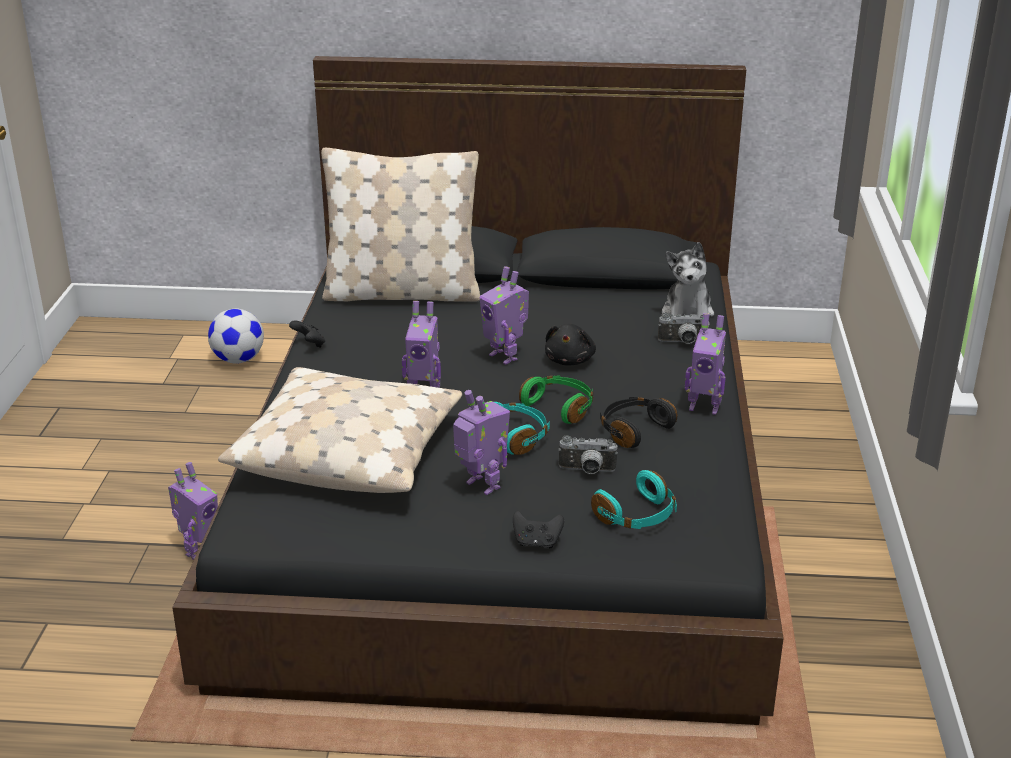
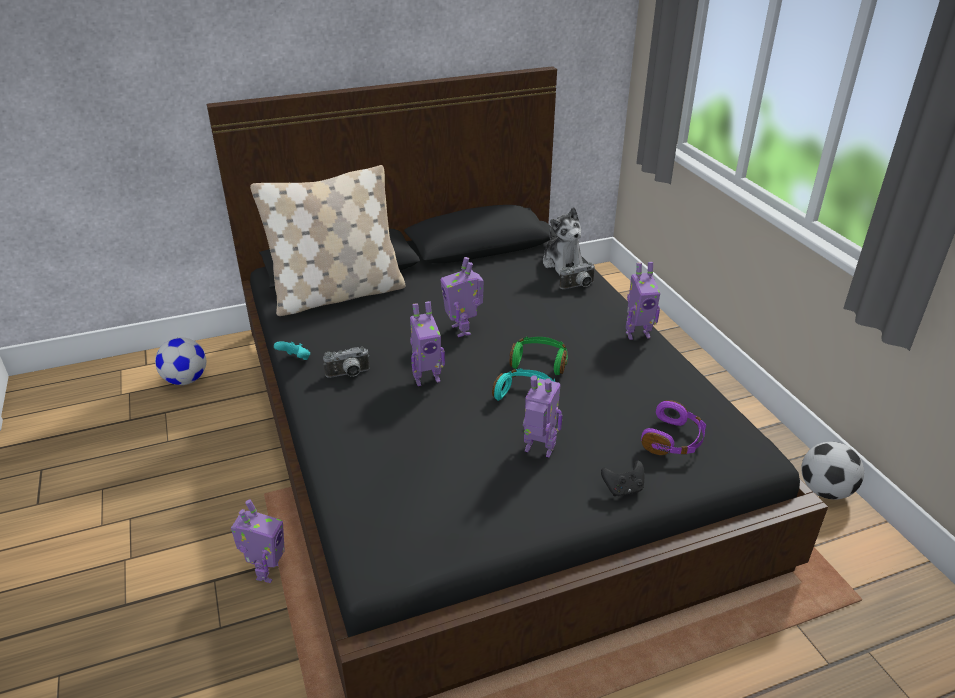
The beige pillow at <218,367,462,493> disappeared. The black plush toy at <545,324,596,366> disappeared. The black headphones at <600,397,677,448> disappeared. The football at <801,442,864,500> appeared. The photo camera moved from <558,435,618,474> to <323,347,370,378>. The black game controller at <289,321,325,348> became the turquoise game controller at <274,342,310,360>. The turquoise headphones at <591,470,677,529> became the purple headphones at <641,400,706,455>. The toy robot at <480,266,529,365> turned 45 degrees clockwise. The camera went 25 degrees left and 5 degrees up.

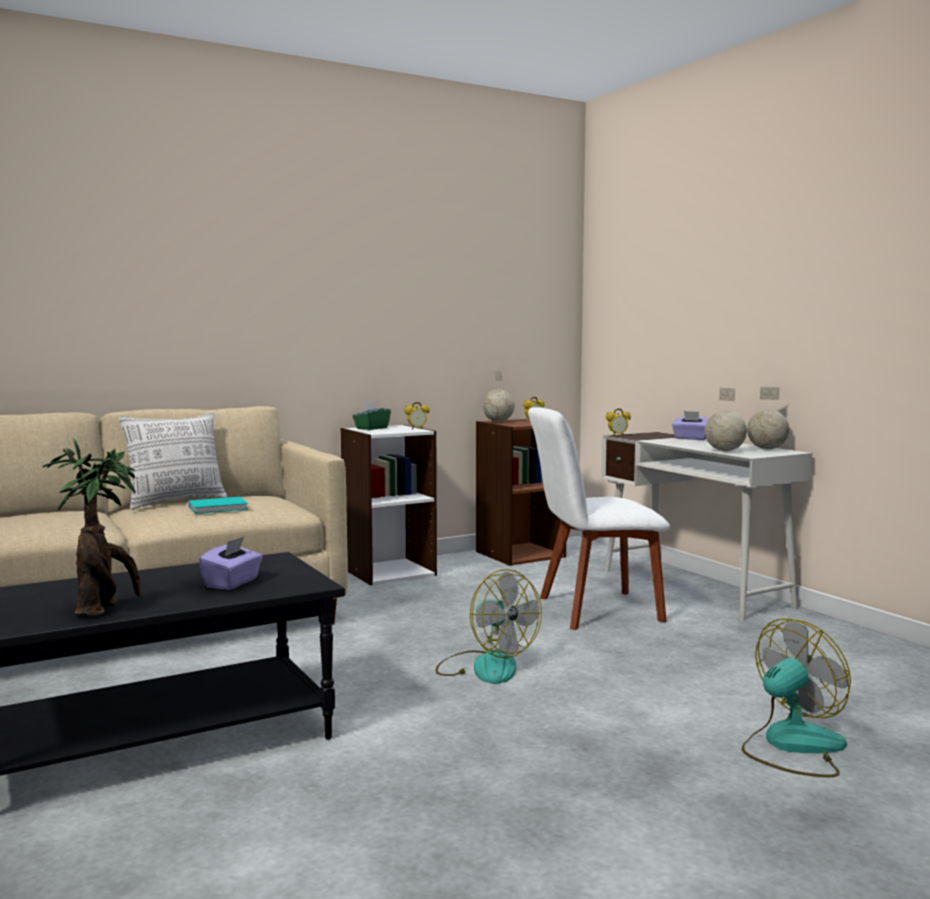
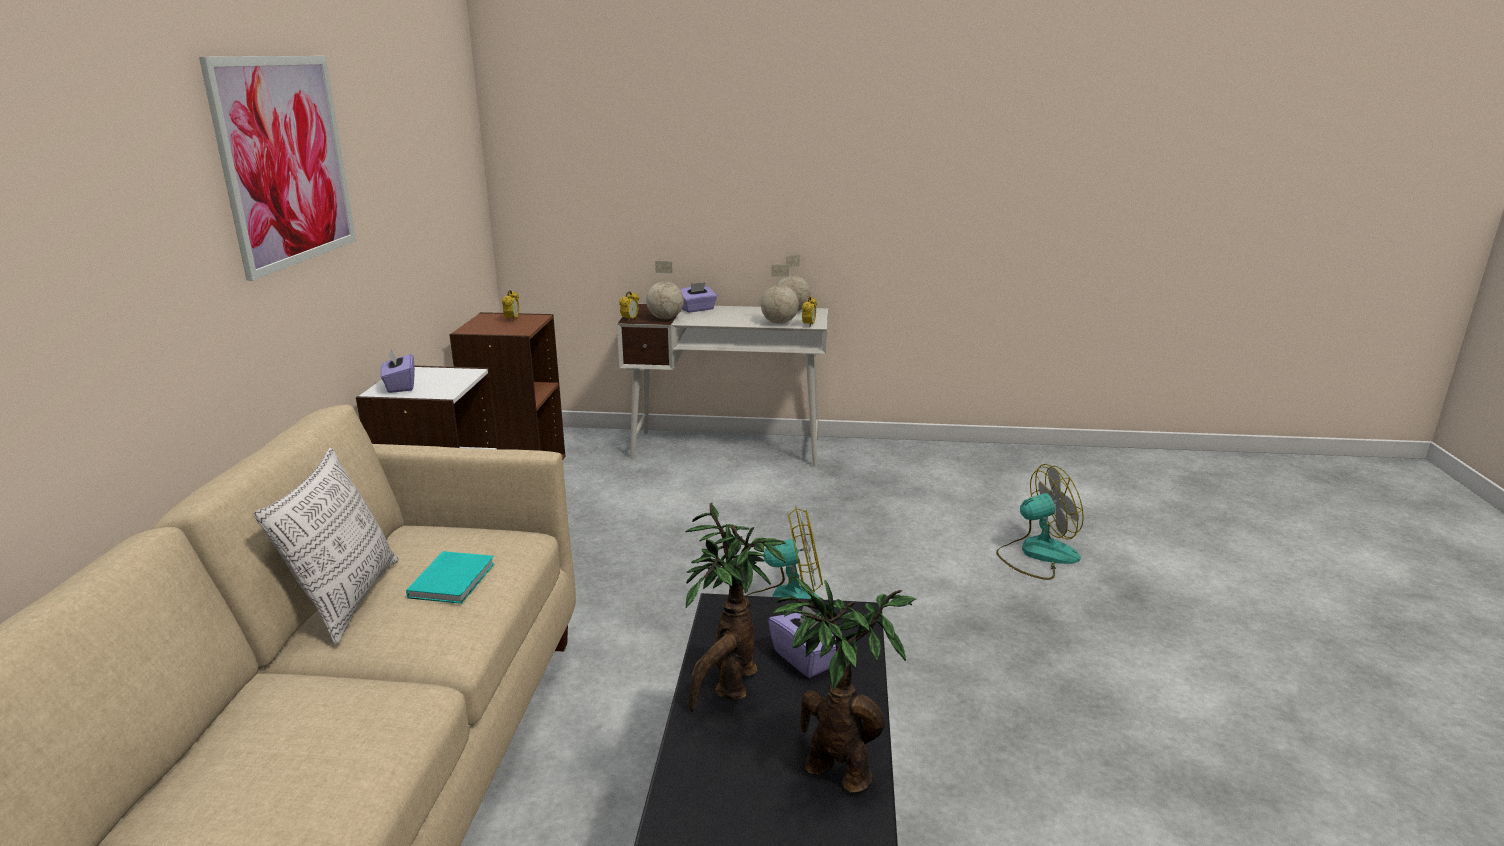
The white chair at <528,407,670,630> disappeared. The picture at <199,56,356,281> appeared. The potted plant at <685,502,786,712> appeared. The alarm clock moved from <404,402,429,430> to <802,296,817,327>. The globe moved from <482,371,515,422> to <646,261,684,319>. The green tissue box at <353,401,391,430> became the purple tissue box at <380,349,415,393>. The fan at <742,618,851,777> turned 75 degrees clockwise. The camera went 55 degrees left and 15 degrees up.

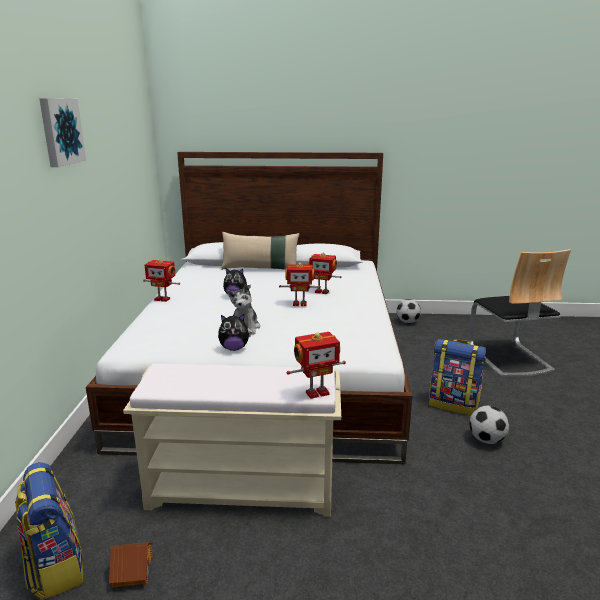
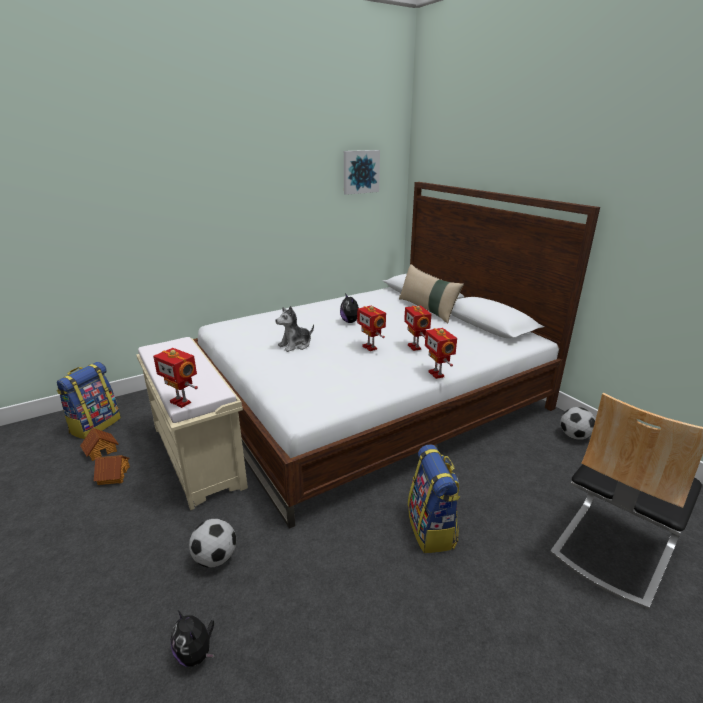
The toy house at <94,455,130,485> appeared. The picture moved from <39,98,86,167> to <344,150,380,195>. The toy robot moved from <143,259,180,302> to <425,328,457,379>. The plush toy moved from <218,314,251,351> to <171,610,215,667>. The football moved from <469,406,509,444> to <189,519,236,567>. The camera went 55 degrees right and 5 degrees up.

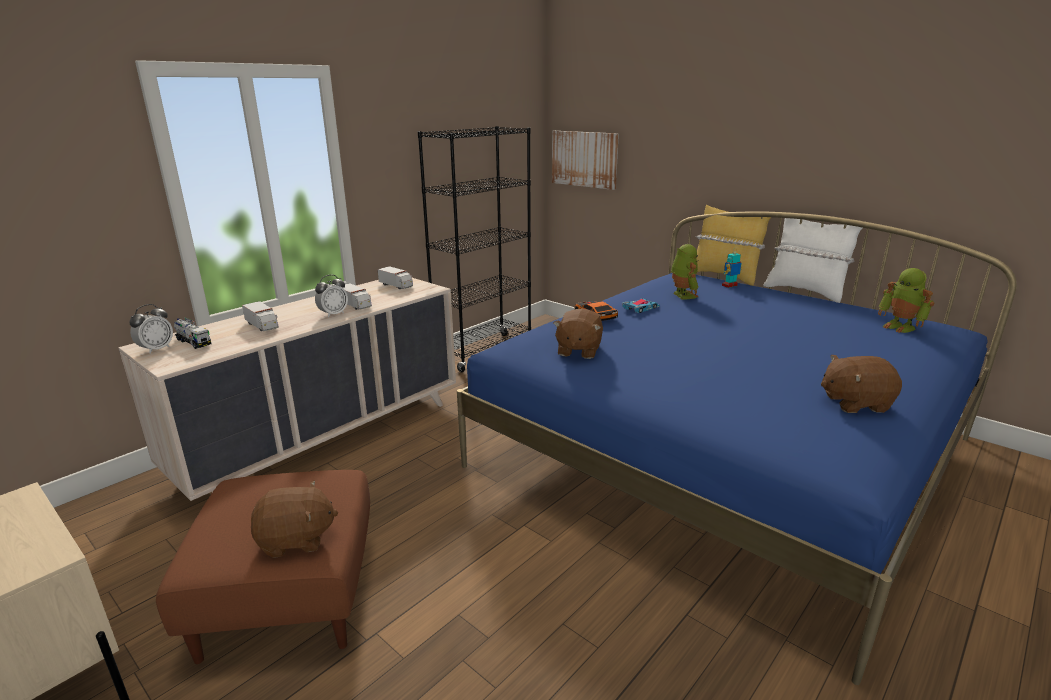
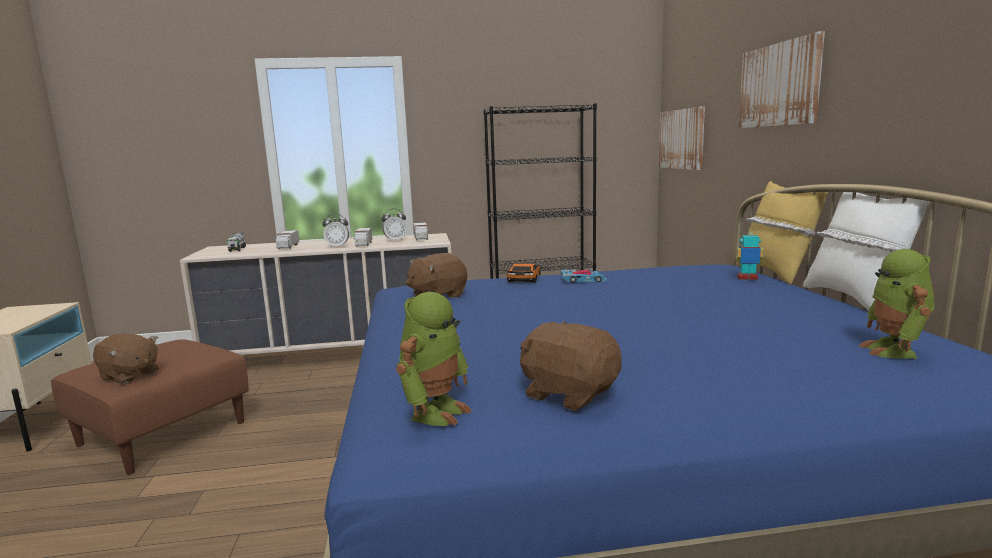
The picture at <739,32,825,128> appeared. The alarm clock moved from <130,304,173,354> to <382,209,407,242>. The toy robot moved from <671,244,699,300> to <396,292,471,426>. The camera went 40 degrees right and 10 degrees down.

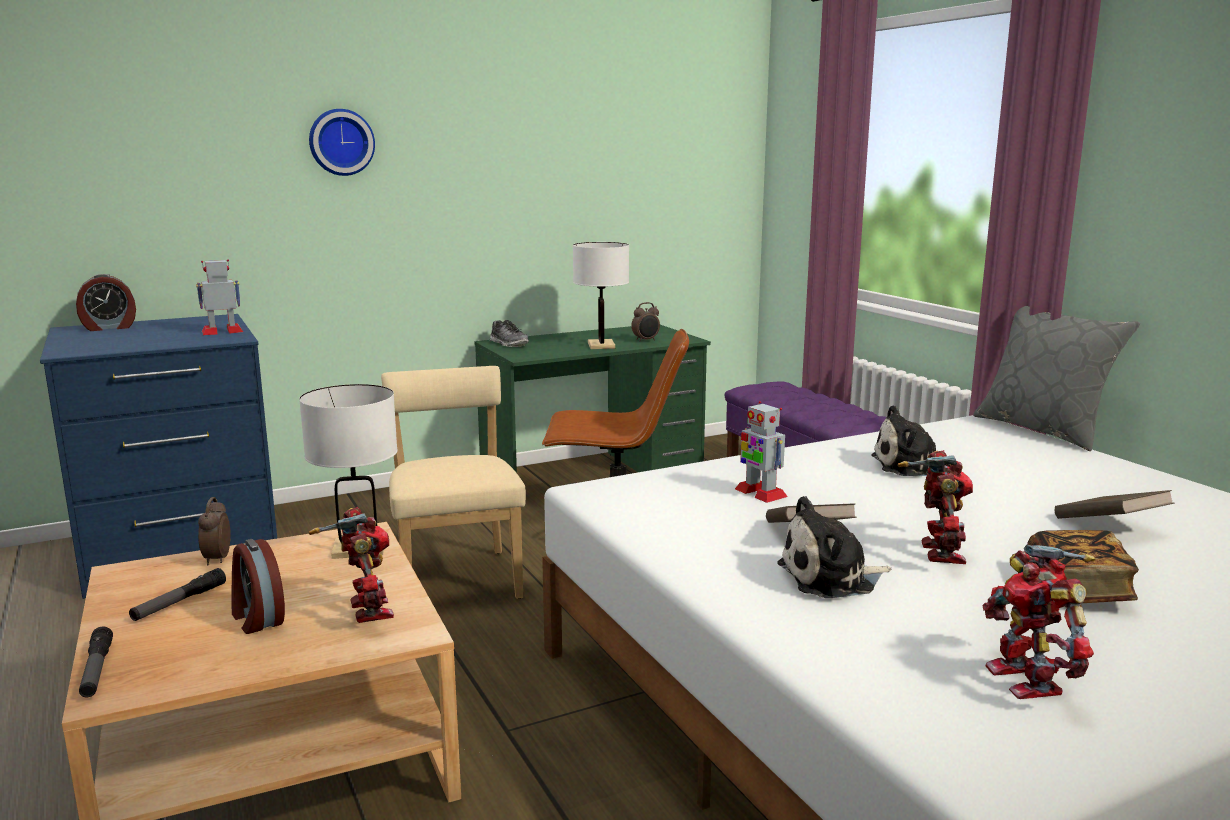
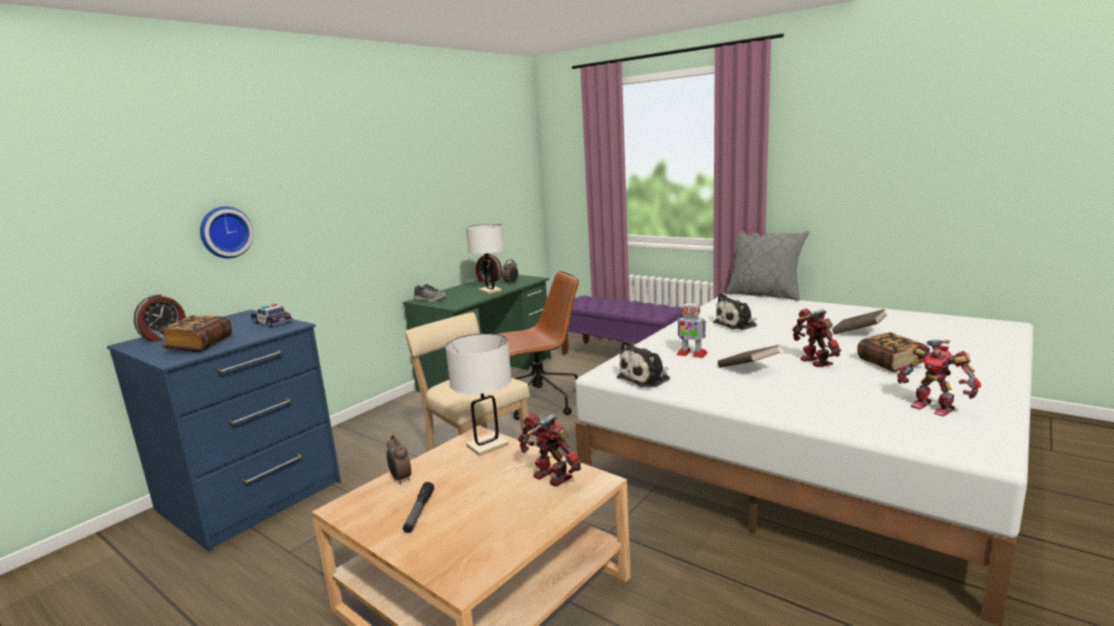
The flashlight at <79,627,113,697> disappeared. The book at <159,315,232,352> appeared. The alarm clock moved from <231,539,285,634> to <476,254,502,282>. The wall clock moved from <309,109,375,176> to <200,206,254,258>. The plush toy moved from <777,496,891,598> to <617,340,670,387>. The toy robot at <196,259,243,335> was replaced by the toy car at <251,304,293,328>. The camera went 25 degrees left and 0 degrees up.

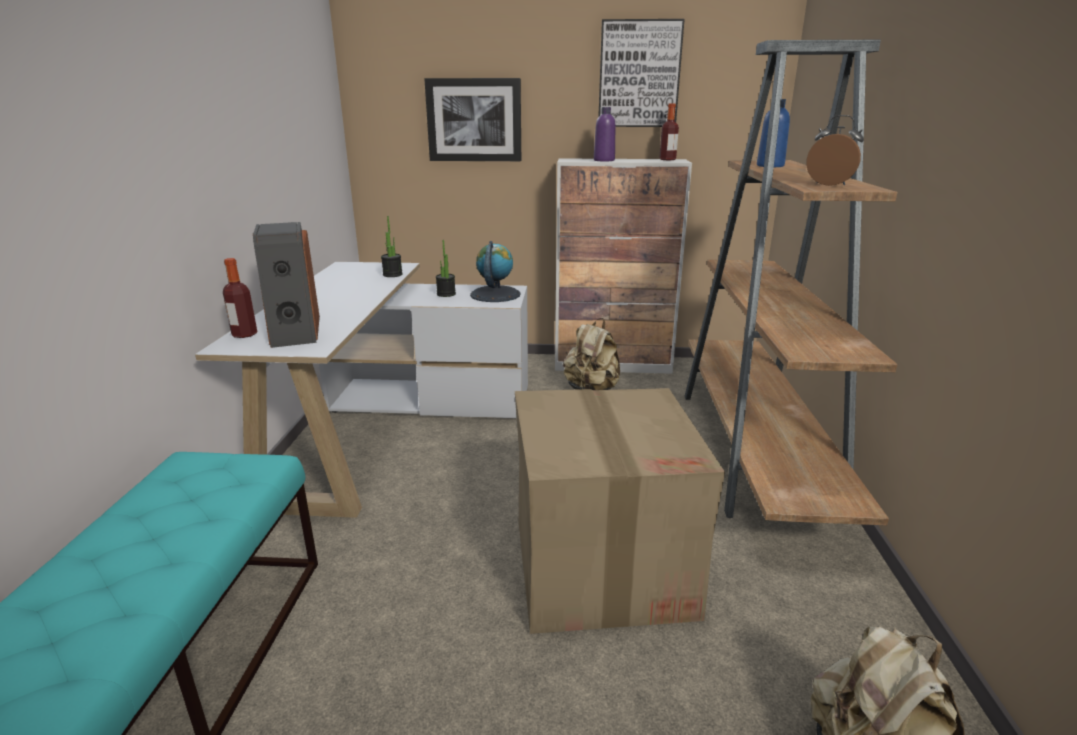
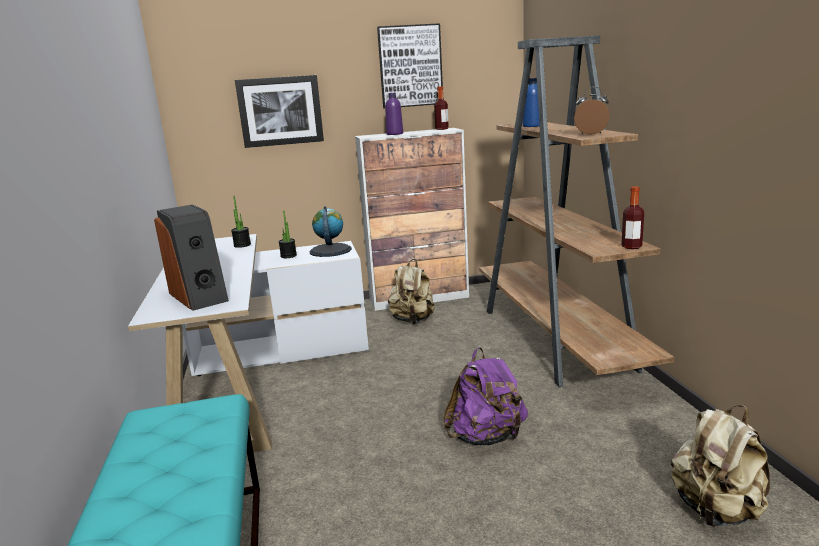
The bottle moved from <223,258,257,338> to <621,186,644,249>. The cardboard box at <515,388,725,634> was replaced by the purple backpack at <443,347,528,446>. The camera went 15 degrees left and 5 degrees down.

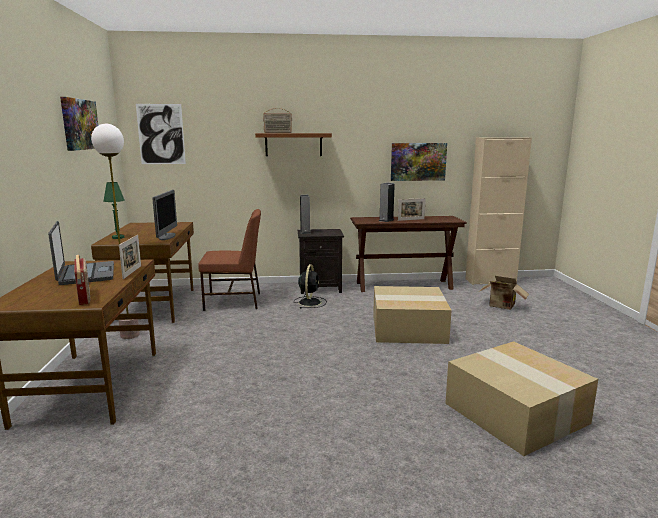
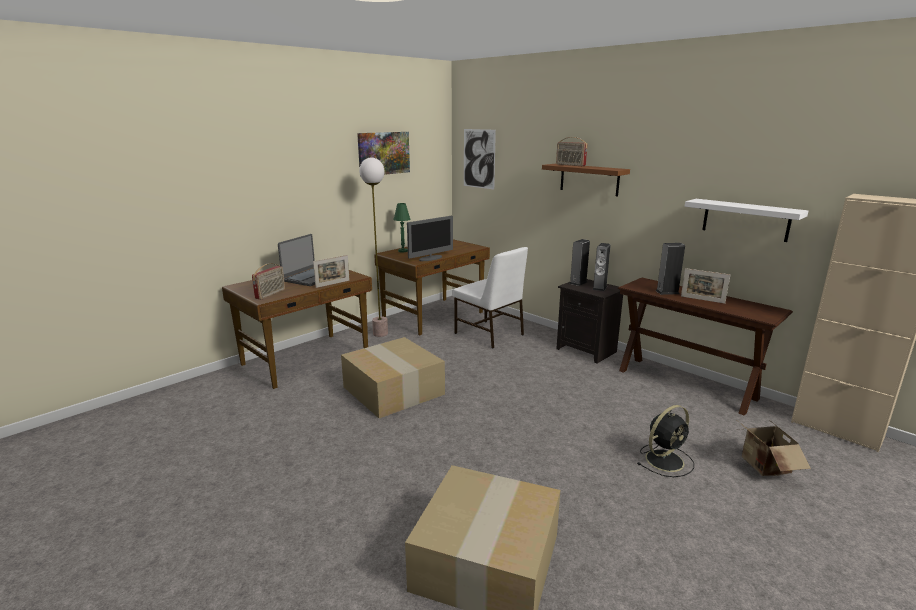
The speaker at <592,243,611,291> appeared. The black fan moved from <294,264,327,308> to <637,405,694,477>. The cardboard box moved from <373,286,452,344> to <341,337,445,418>. The picture at <391,143,447,181> was replaced by the white shelf at <685,199,808,242>. The brown chair at <198,209,261,311> became the white chair at <453,247,528,348>. The camera went 50 degrees right and 5 degrees up.

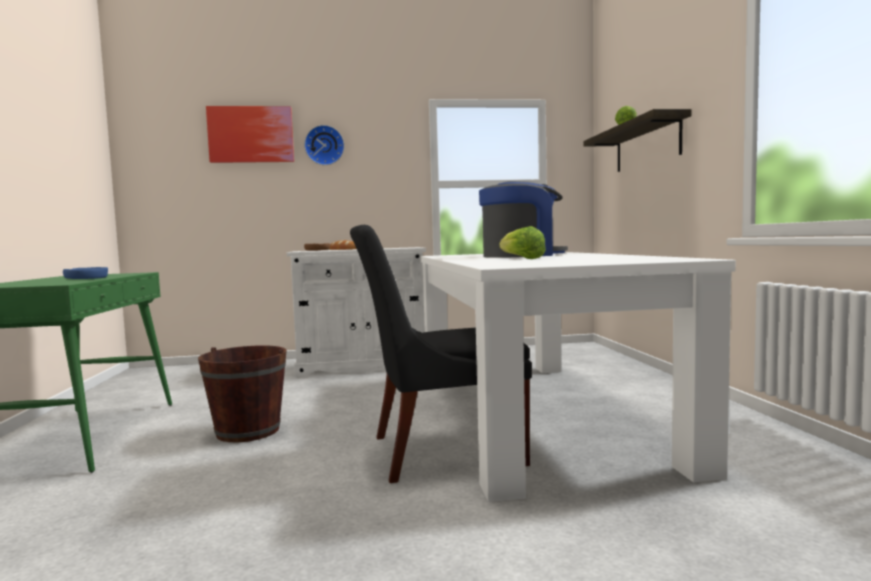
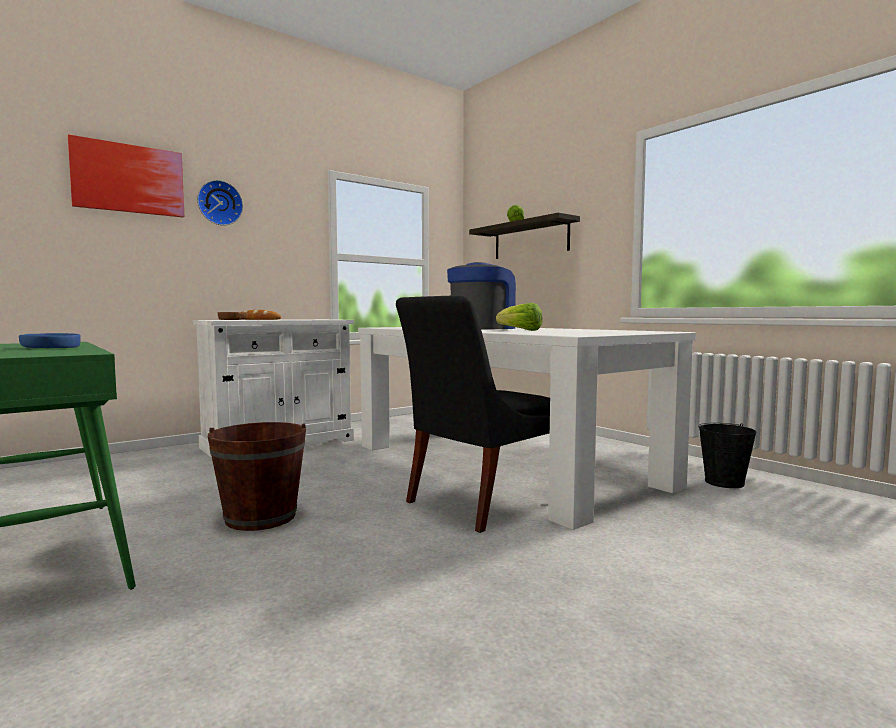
The black bucket at <698,423,756,488> appeared. The camera went 30 degrees left and 0 degrees up.

